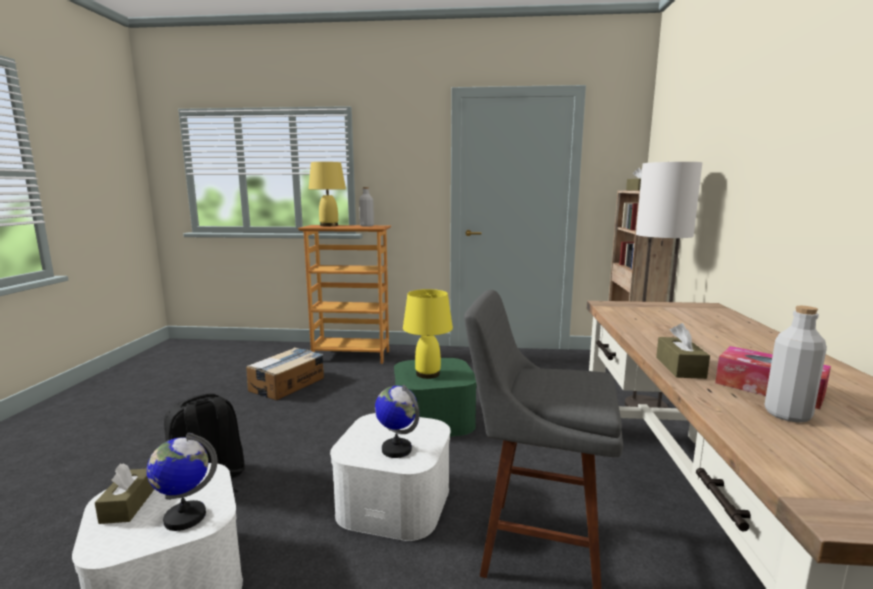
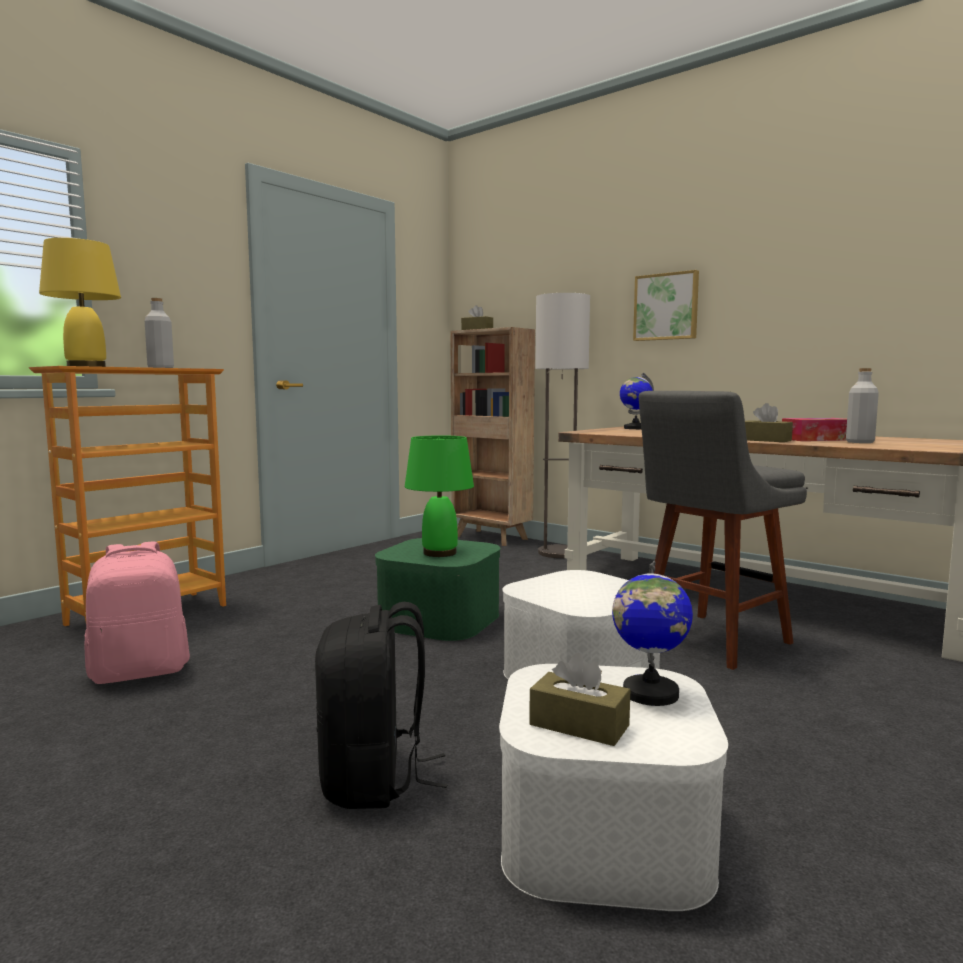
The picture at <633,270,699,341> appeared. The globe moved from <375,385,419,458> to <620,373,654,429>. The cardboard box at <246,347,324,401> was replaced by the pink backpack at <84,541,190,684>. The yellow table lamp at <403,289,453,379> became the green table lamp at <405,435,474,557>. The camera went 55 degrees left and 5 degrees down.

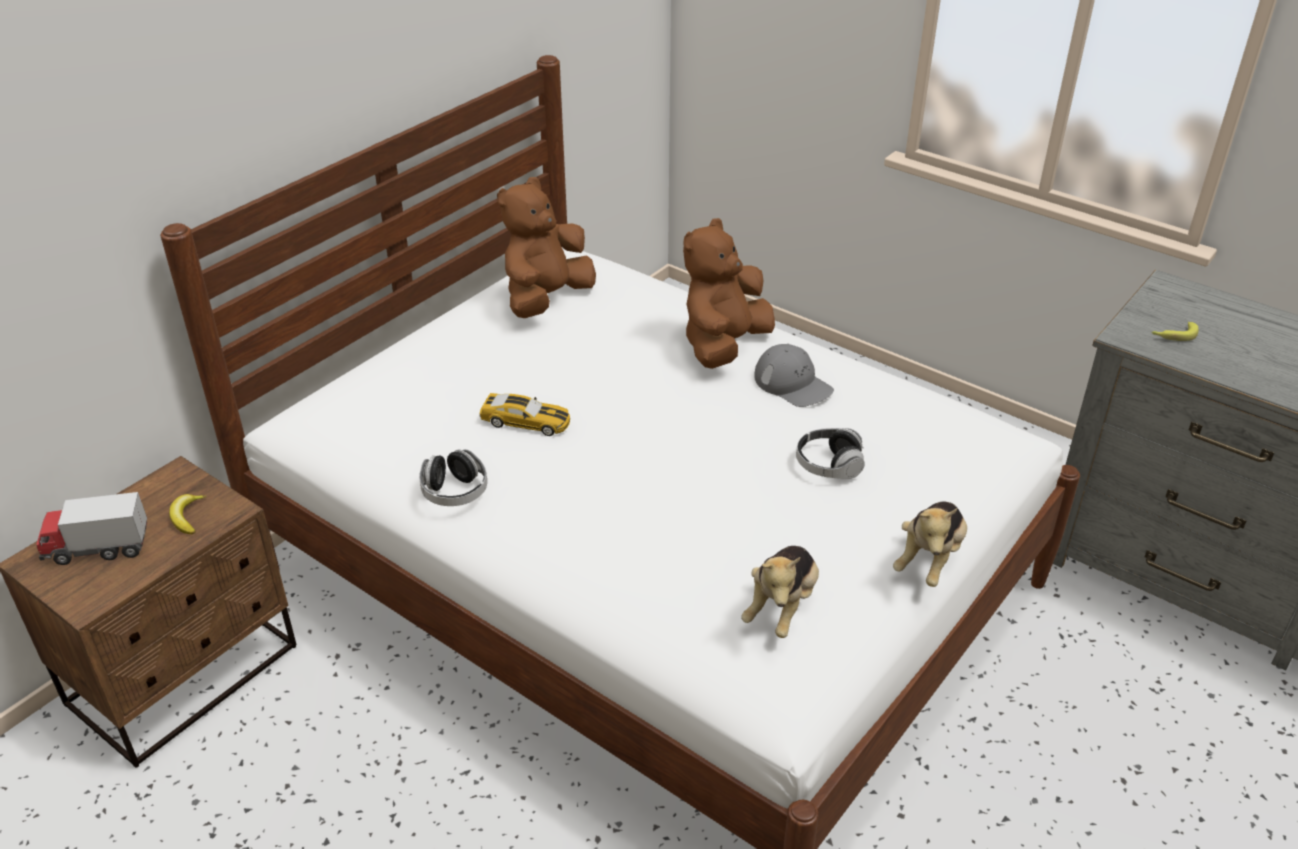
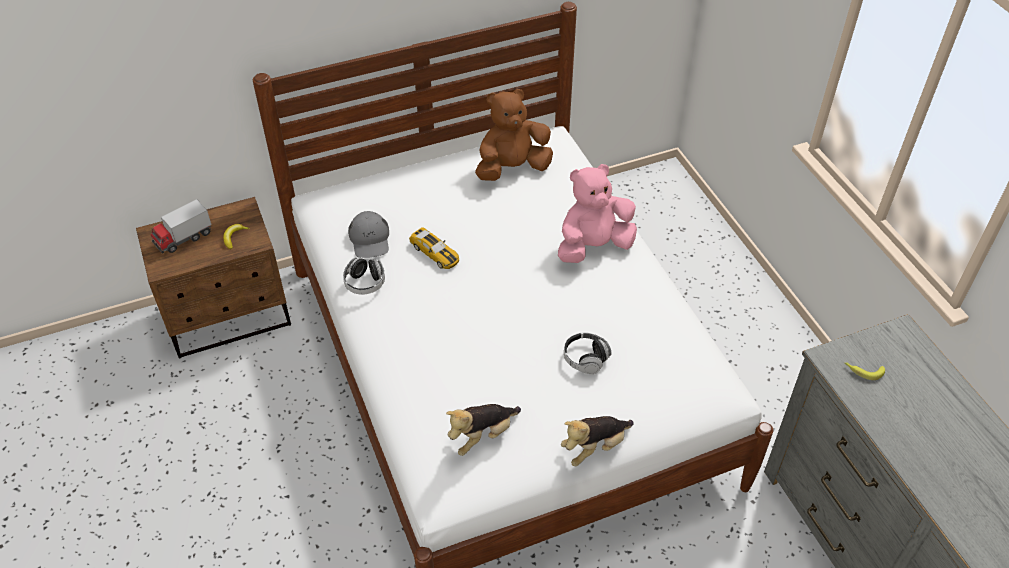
The grey cap moved from <754,344,834,407> to <348,211,389,258>. The brown plush toy at <683,218,775,369> became the pink plush toy at <558,164,637,263>. The toy truck at <37,492,147,565> turned 60 degrees counterclockwise. The camera went 30 degrees right and 10 degrees up.

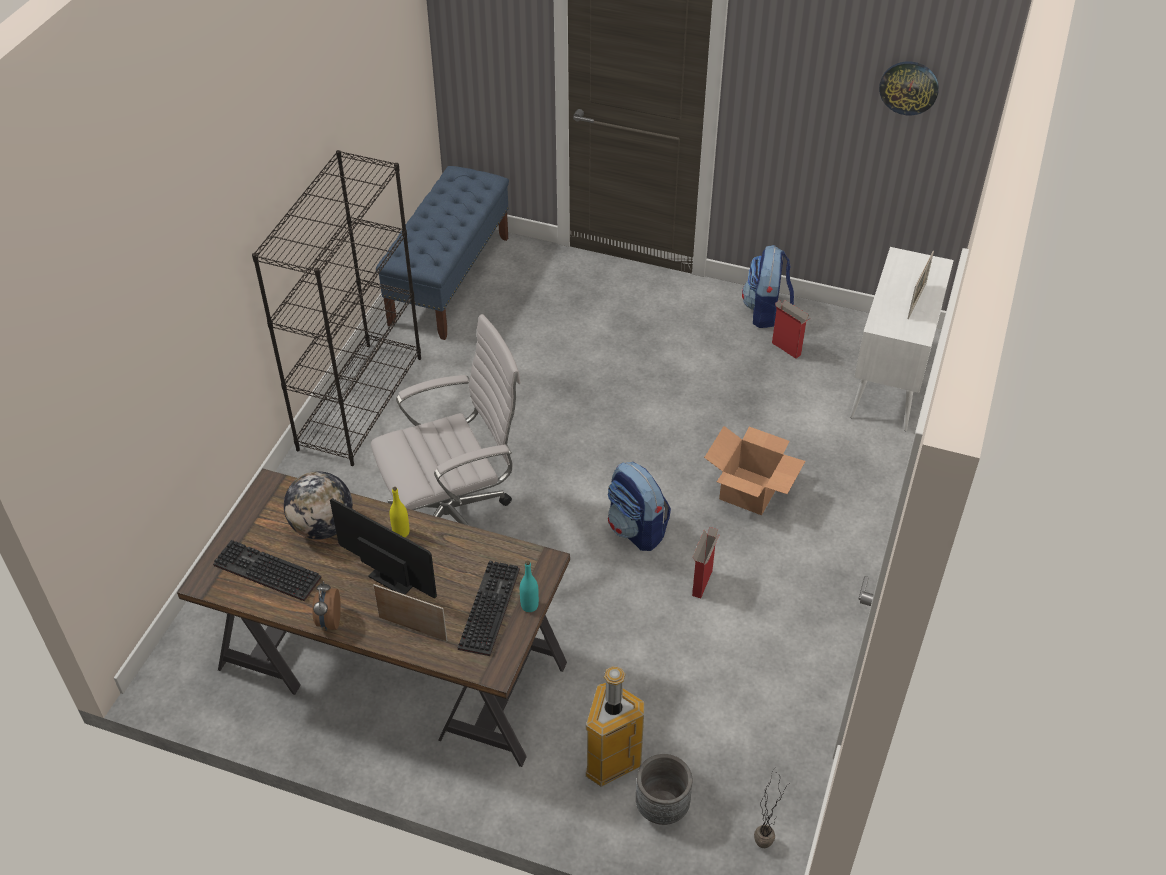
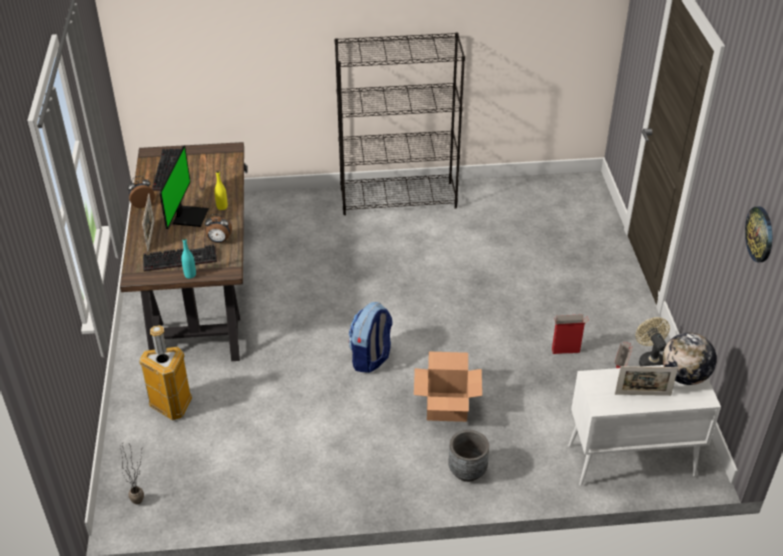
The white office chair at <371,314,521,526> disappeared. The blue bench at <376,166,509,340> disappeared. The alarm clock at <205,214,232,243> appeared. The globe moved from <284,471,353,540> to <662,332,717,385>. The grey planter moved from <636,754,693,825> to <449,430,489,482>. The cardboard box moved from <692,527,720,598> to <552,314,589,354>. The backpack at <742,245,794,328> was replaced by the beige fan at <635,317,670,367>. The camera went 65 degrees right and 5 degrees down.

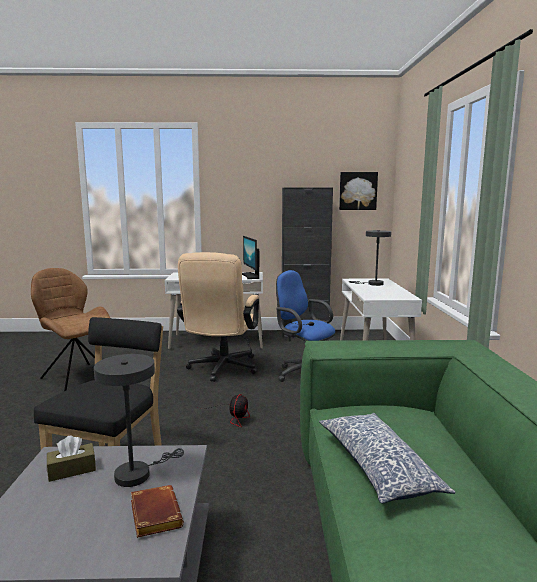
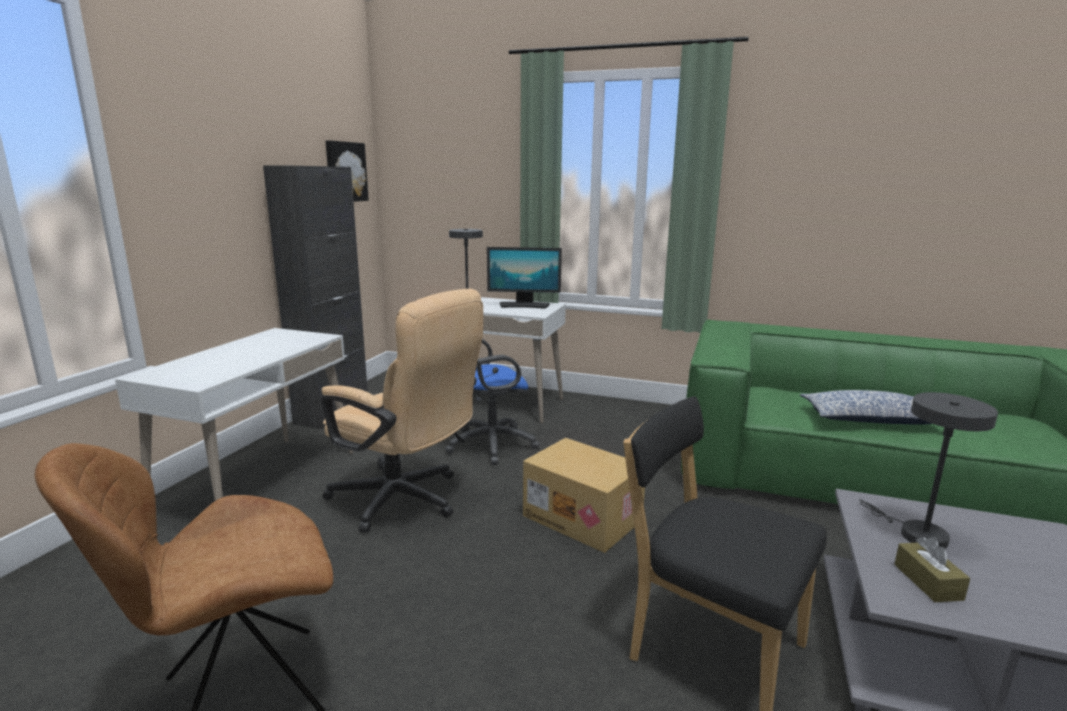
The brown book at <131,485,184,538> disappeared. The monitor moved from <242,236,260,279> to <487,247,562,309>. The fan at <196,394,250,427> was replaced by the cardboard box at <523,438,645,553>. The camera went 70 degrees left and 5 degrees up.

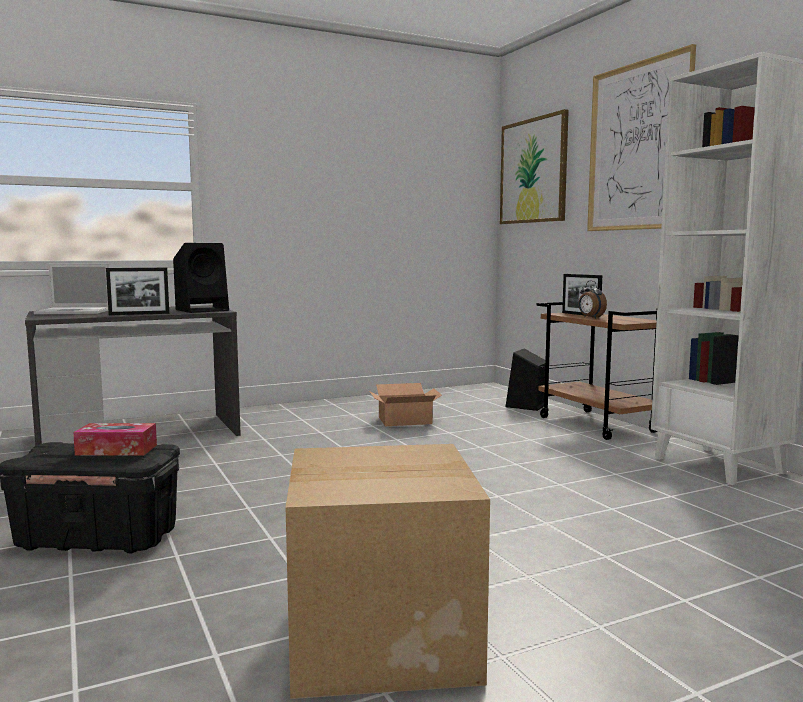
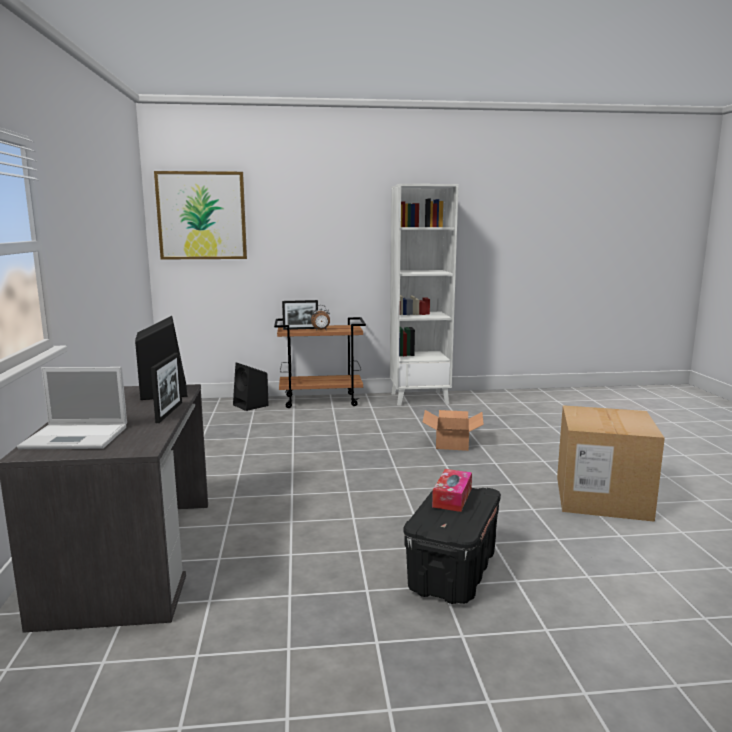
The picture at <587,44,696,231> disappeared. The cardboard box moved from <369,383,442,426> to <423,410,484,451>. The laptop at <34,263,109,314> turned 75 degrees clockwise. The camera went 70 degrees left and 5 degrees up.

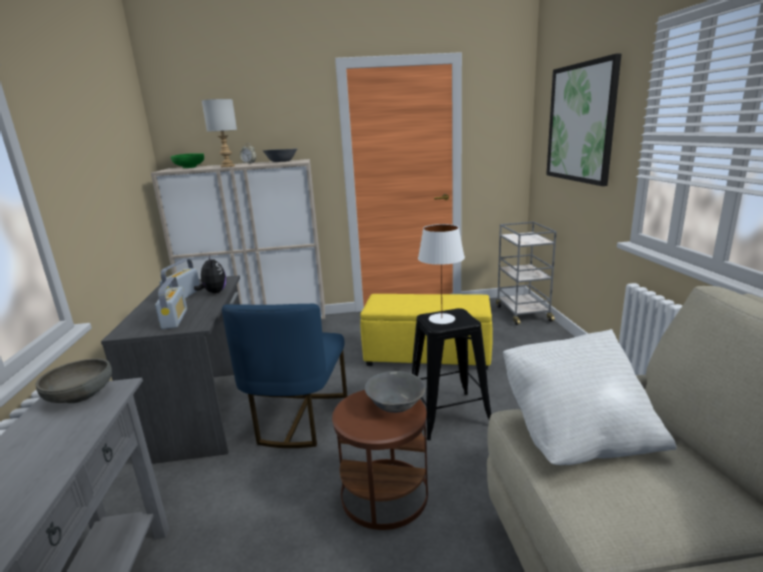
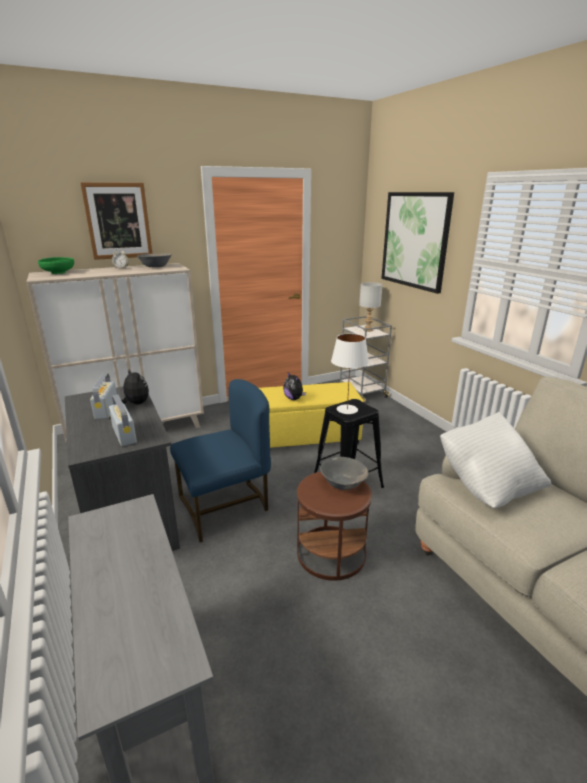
The grey bowl at <36,359,112,403> disappeared. The picture at <80,182,153,260> appeared. The plush toy at <283,372,306,400> appeared. The grey table lamp moved from <202,99,237,167> to <359,282,383,332>. The blue chair at <222,304,347,448> turned 105 degrees counterclockwise. The camera went 20 degrees left and 5 degrees up.

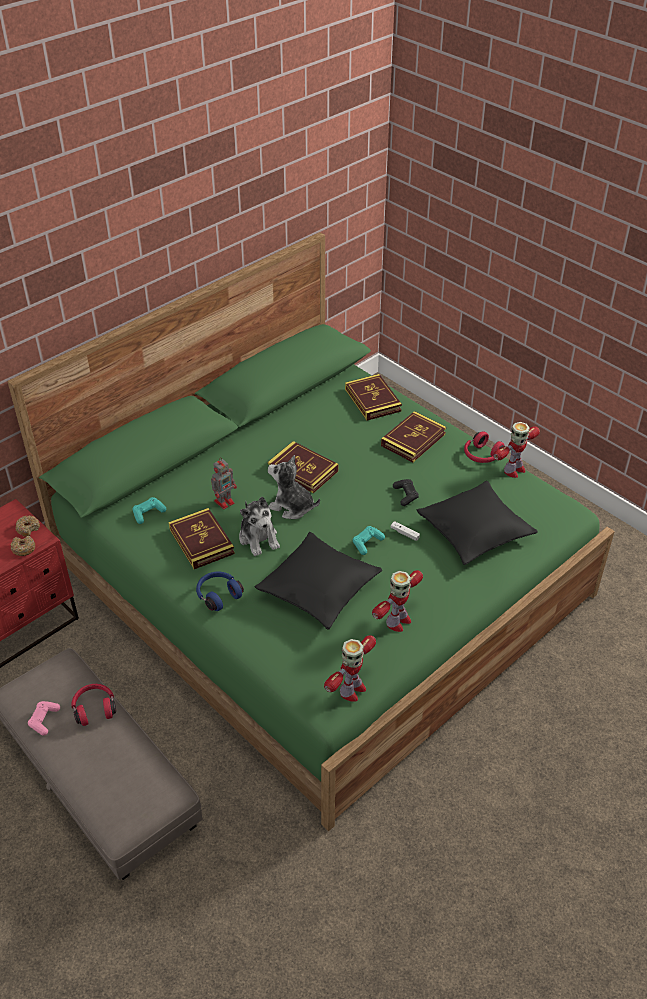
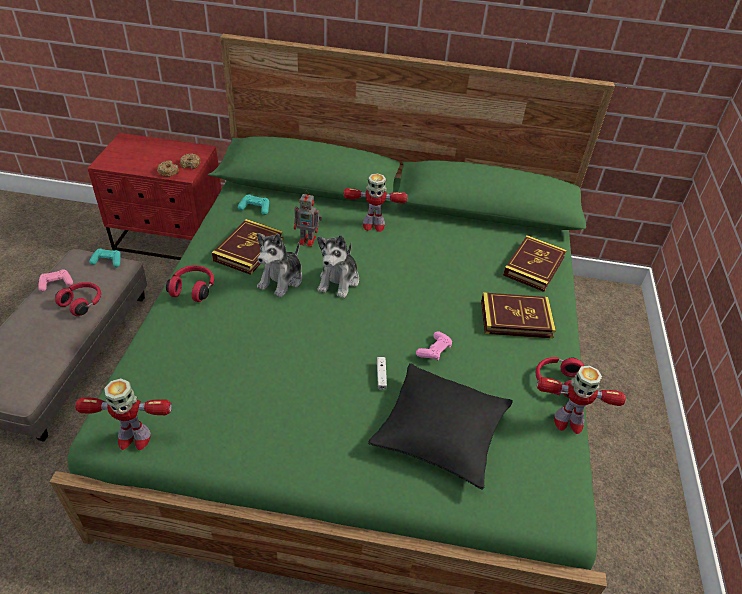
The black pillow at <255,532,382,630> disappeared. The book at <268,441,338,494> disappeared. The turquoise game controller moved from <353,526,385,555> to <89,249,121,267>. The toy robot moved from <372,570,423,632> to <343,173,407,232>. The blue headphones at <196,572,244,611> became the red headphones at <166,265,214,302>. The black game controller at <393,479,419,506> became the pink game controller at <416,331,452,360>. The plush toy at <268,455,320,519> turned 150 degrees counterclockwise. The camera went 50 degrees right and 0 degrees up.

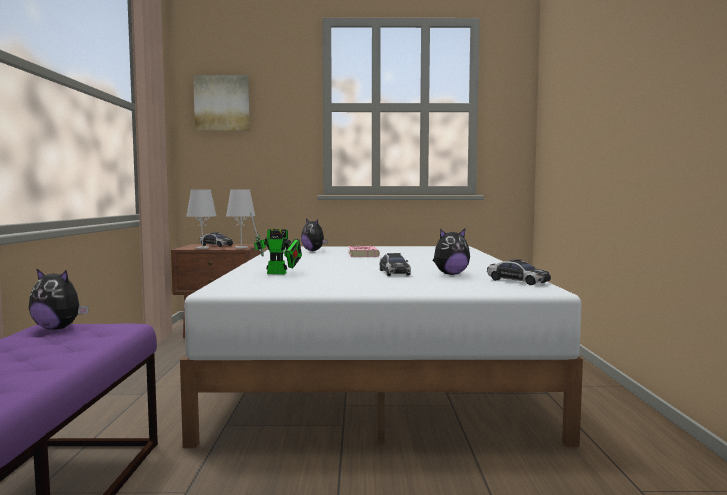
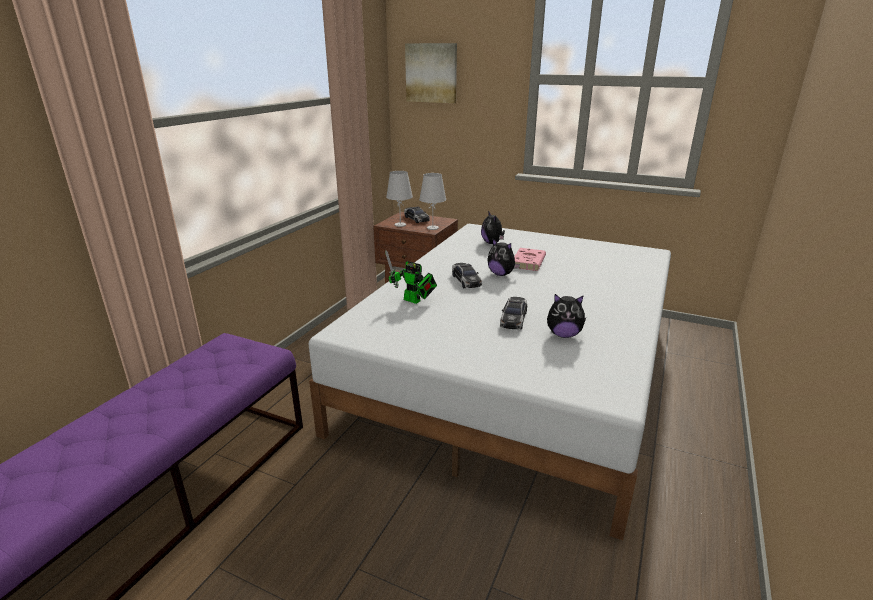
The plush toy moved from <29,268,89,330> to <487,239,520,276>. The toy car moved from <487,259,551,285> to <452,263,482,288>. The camera went 25 degrees right and 20 degrees up.

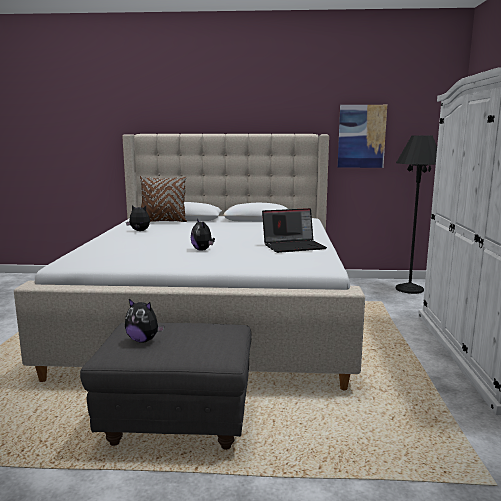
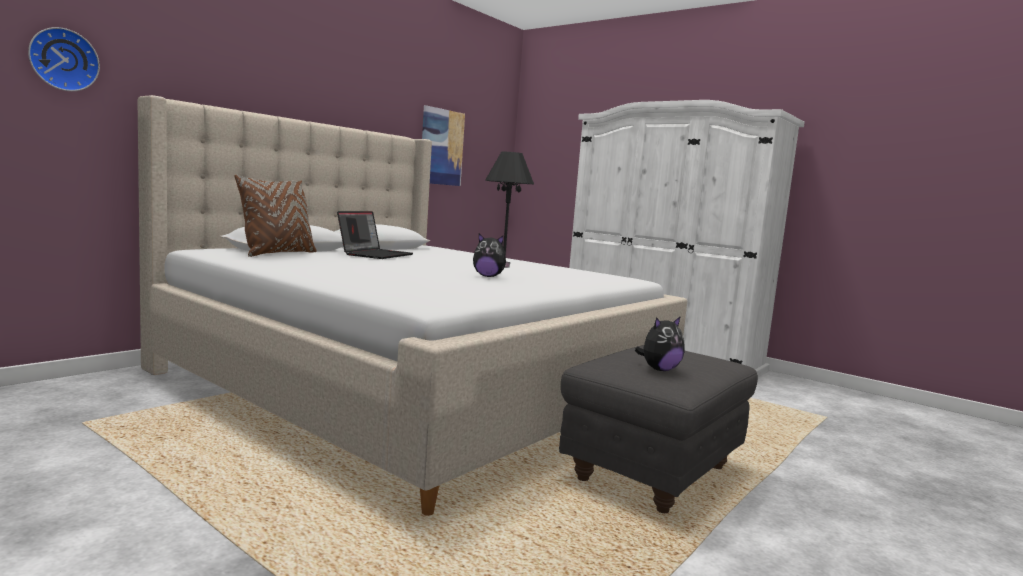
The plush toy at <126,205,150,231> disappeared. The wall clock at <28,27,100,91> appeared. The laptop moved from <262,208,327,253> to <337,211,413,259>. The camera went 55 degrees left and 5 degrees down.

